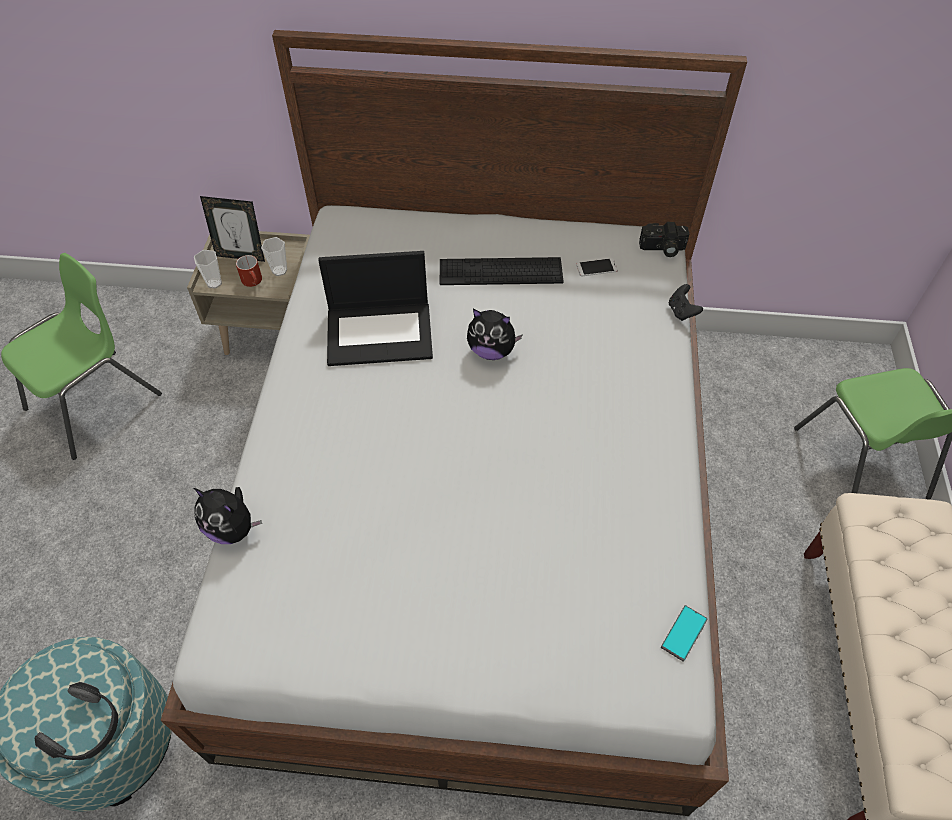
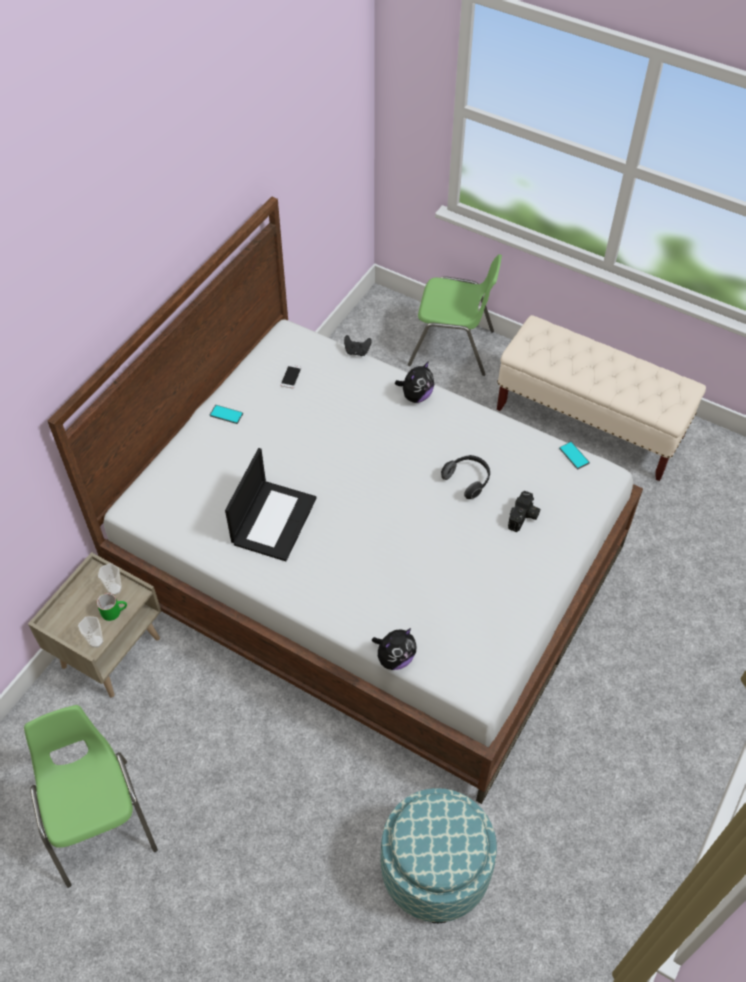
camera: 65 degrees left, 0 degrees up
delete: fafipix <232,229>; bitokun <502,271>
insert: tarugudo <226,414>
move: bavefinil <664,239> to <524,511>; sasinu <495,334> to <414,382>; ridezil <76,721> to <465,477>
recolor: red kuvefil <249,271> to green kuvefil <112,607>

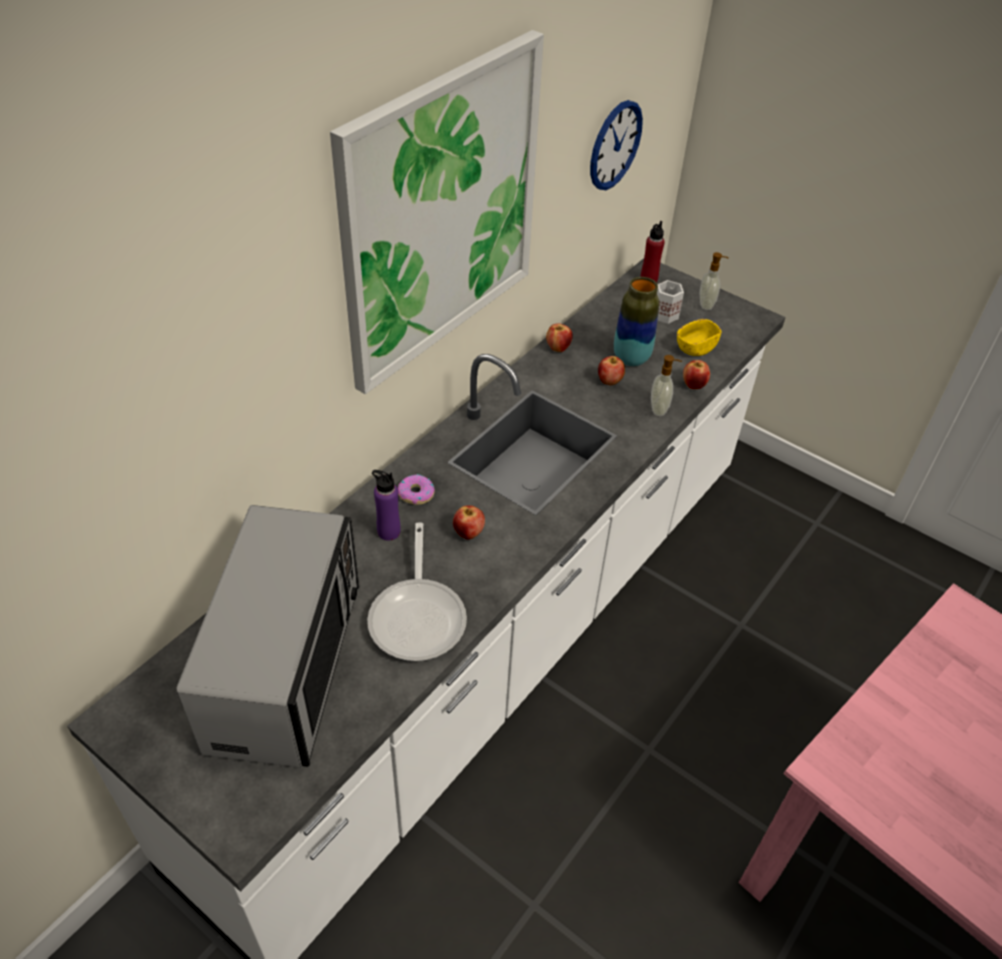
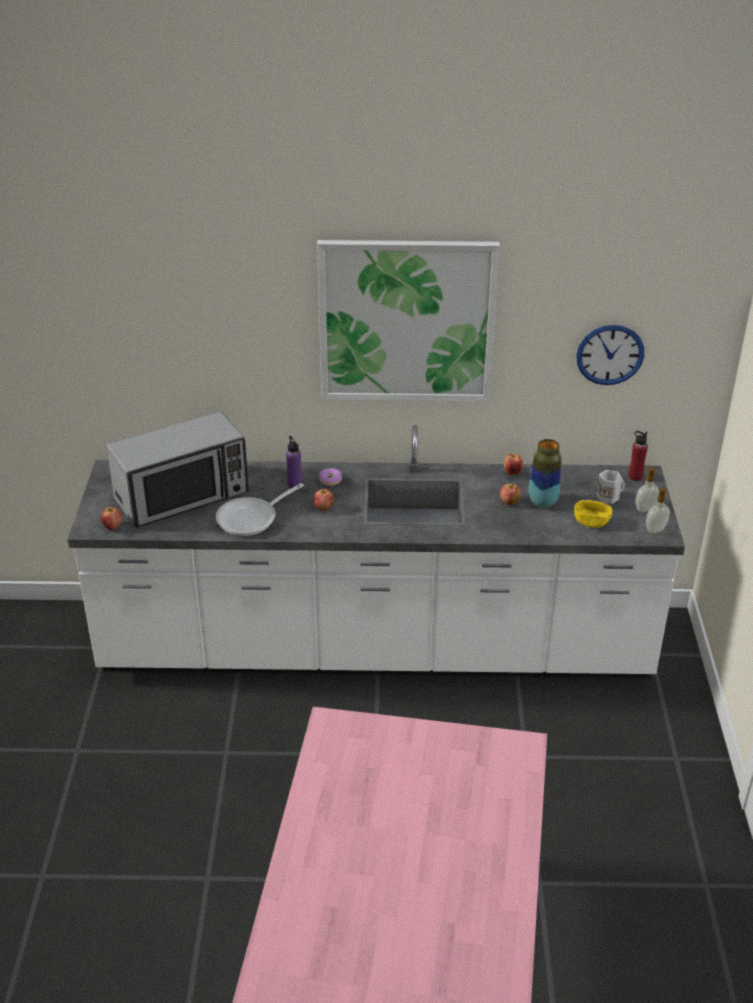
camera: 55 degrees right, 10 degrees down
move: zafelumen <666,385> to <658,510>; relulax <696,374> to <111,518>

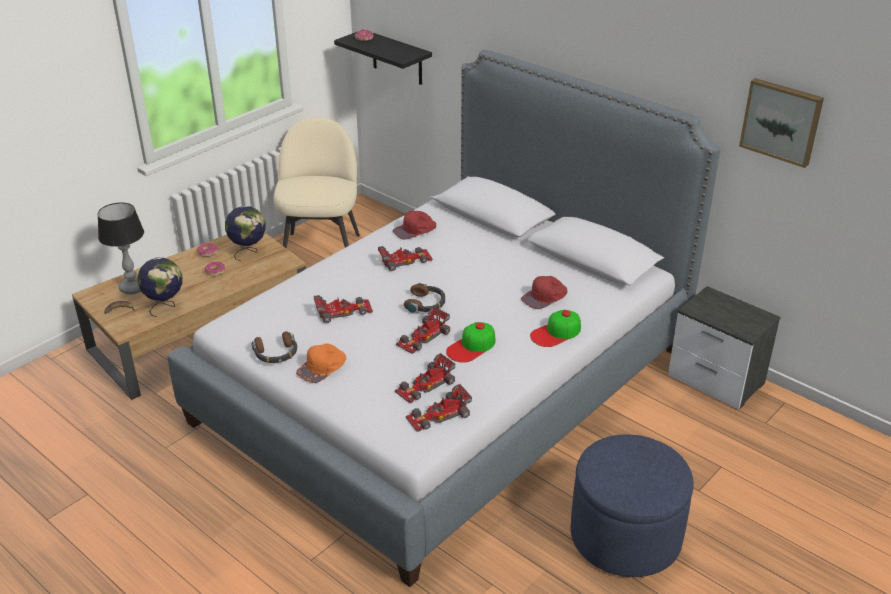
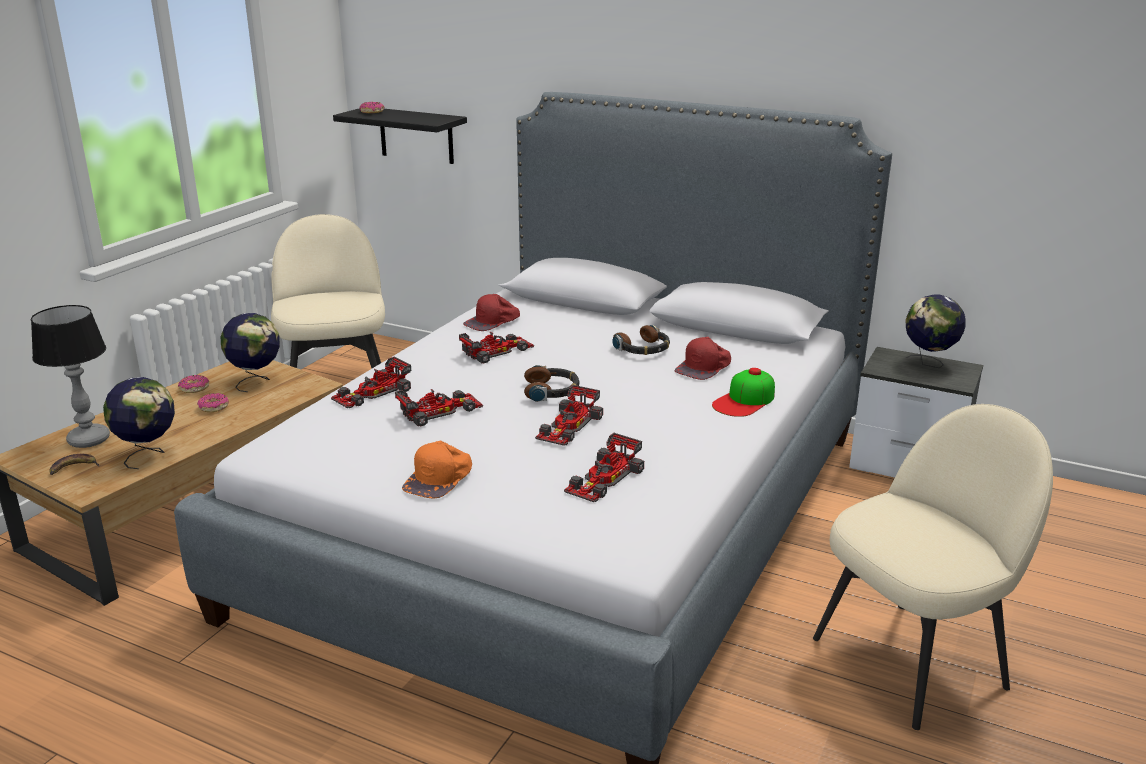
camera: 15 degrees left, 10 degrees down
delete: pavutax <781,123>; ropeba <470,342>
insert: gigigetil <935,331>
move: ridezil <274,347> to <641,340>; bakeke <439,408> to <371,382>
replace: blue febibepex <632,506> to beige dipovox <933,567>

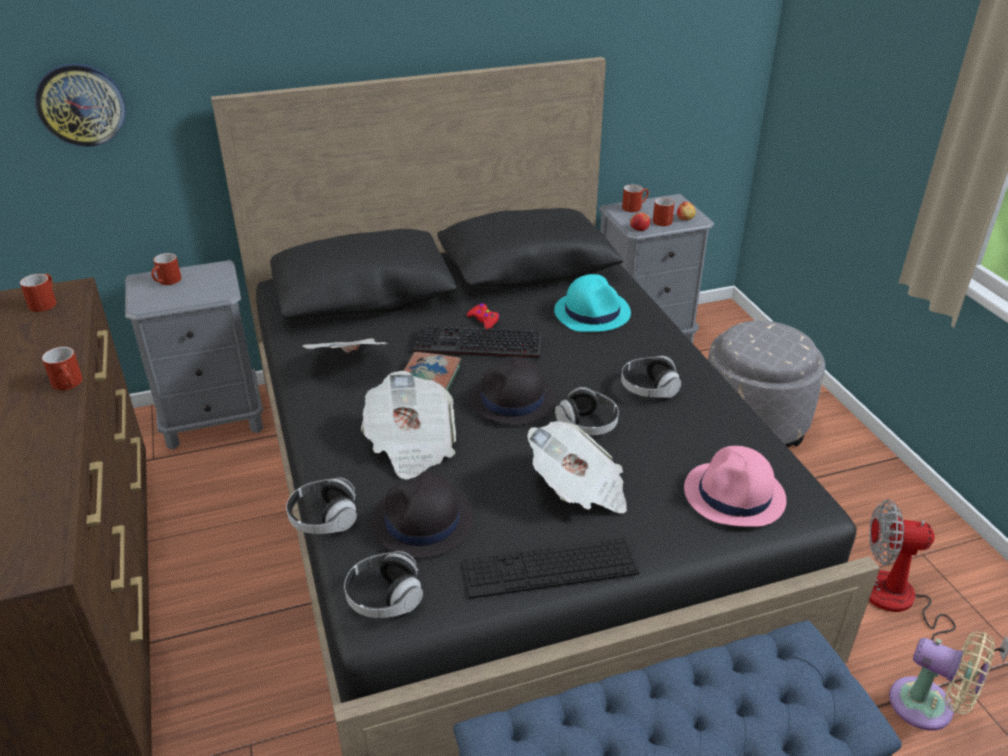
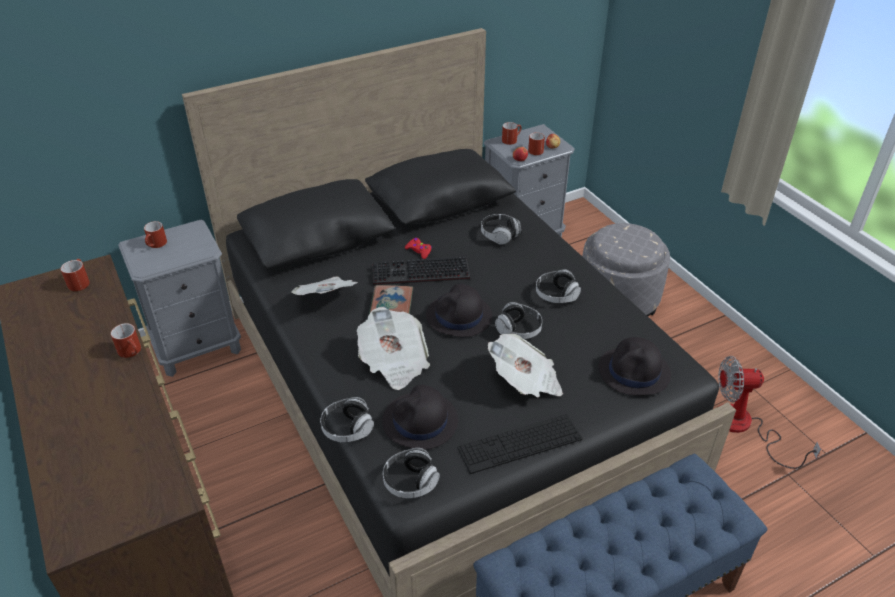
camera: 10 degrees left, 5 degrees up
delete: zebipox <80,105>; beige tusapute <942,681>
replace: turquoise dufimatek <592,303> to ridezil <501,229>
recolor: pink dufimatek <735,486> to black dufimatek <634,366>

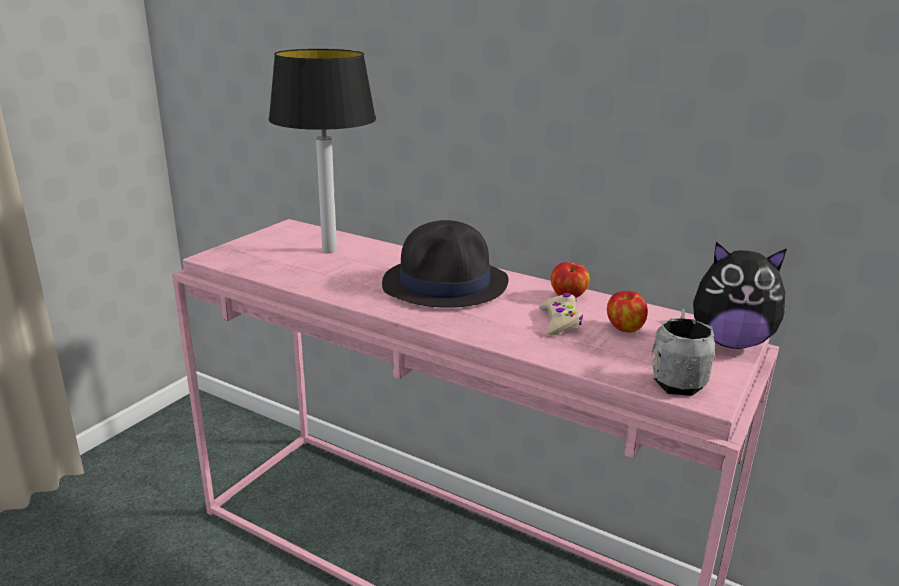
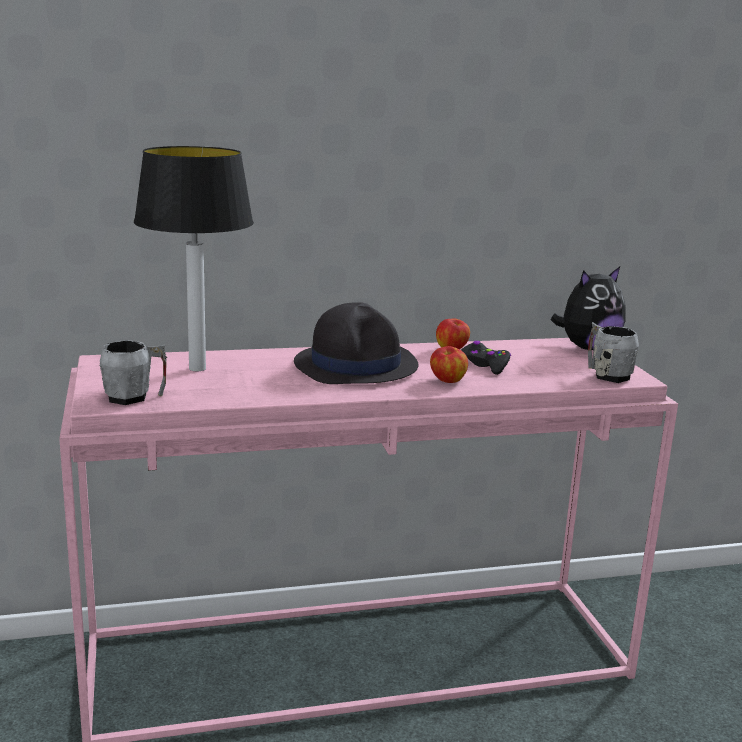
camera: 45 degrees left, 5 degrees down
insert: grey kuvefil <133,372>
move: relulax <627,312> to <449,364>
recolor: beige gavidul <561,314> to black gavidul <486,358>

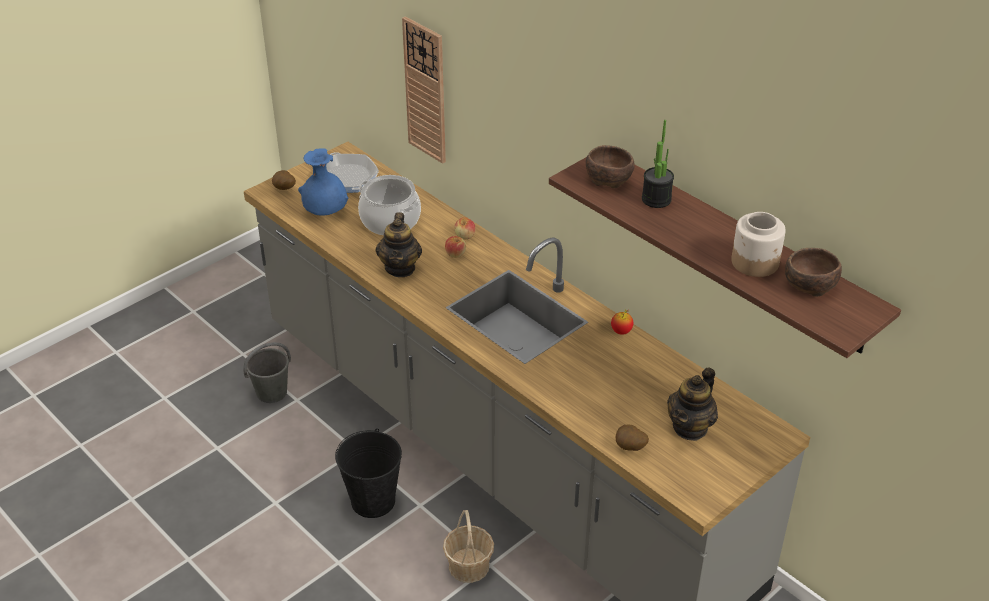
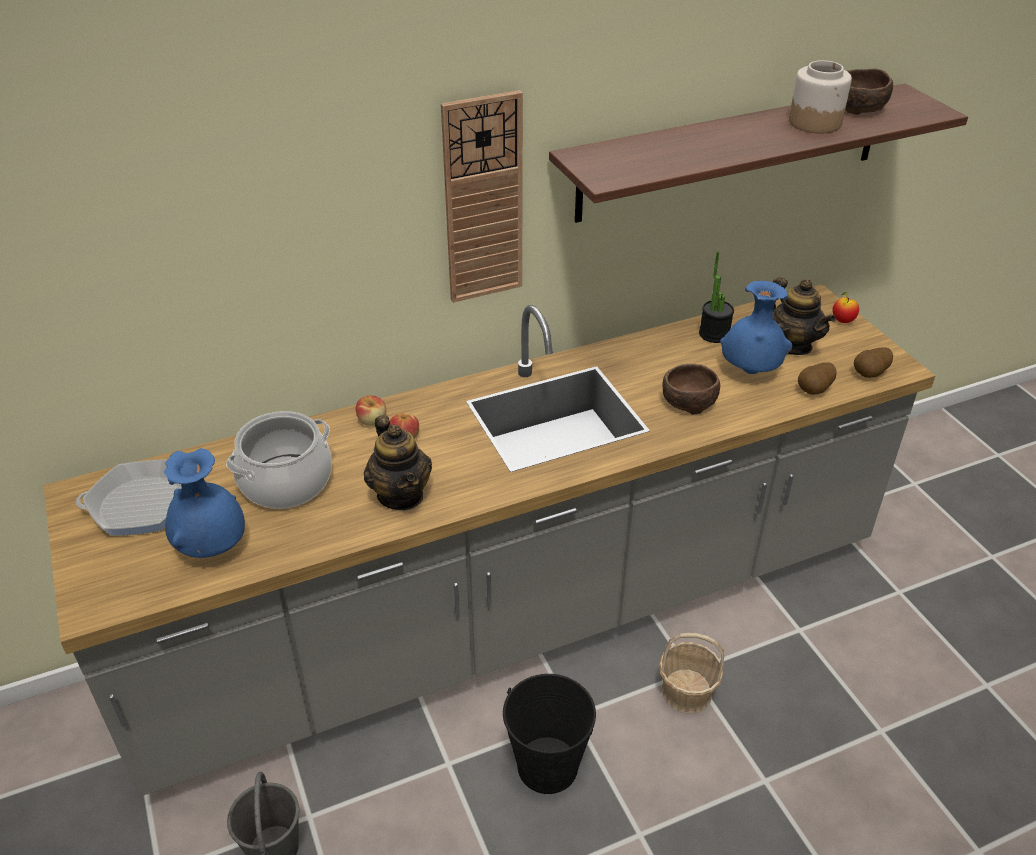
camera: 70 degrees left, 0 degrees up
insert: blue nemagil <756,327>
move: zebipox <424,90> to <482,196>; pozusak <658,164> to <716,297>; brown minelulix <610,166> to <691,389>; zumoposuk <284,180> to <873,363>; relulax <622,322> to <845,307>
rotate: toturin <399,244> = <398,462> 45 degrees clockwise

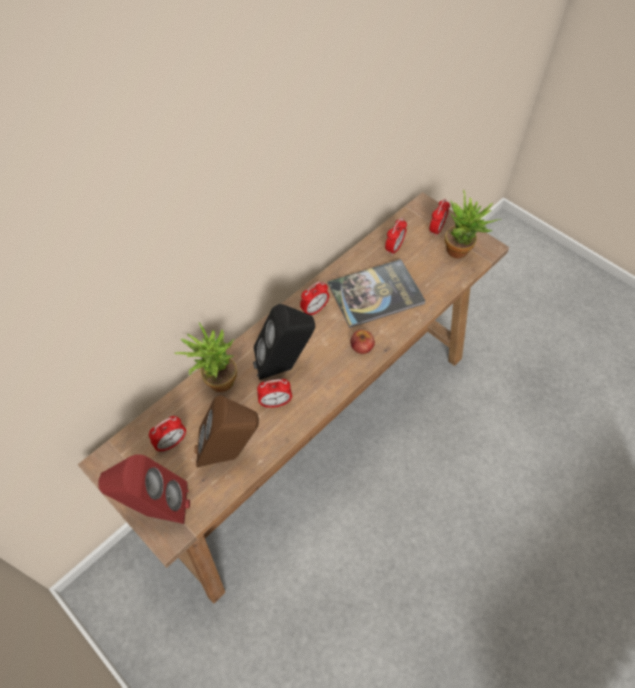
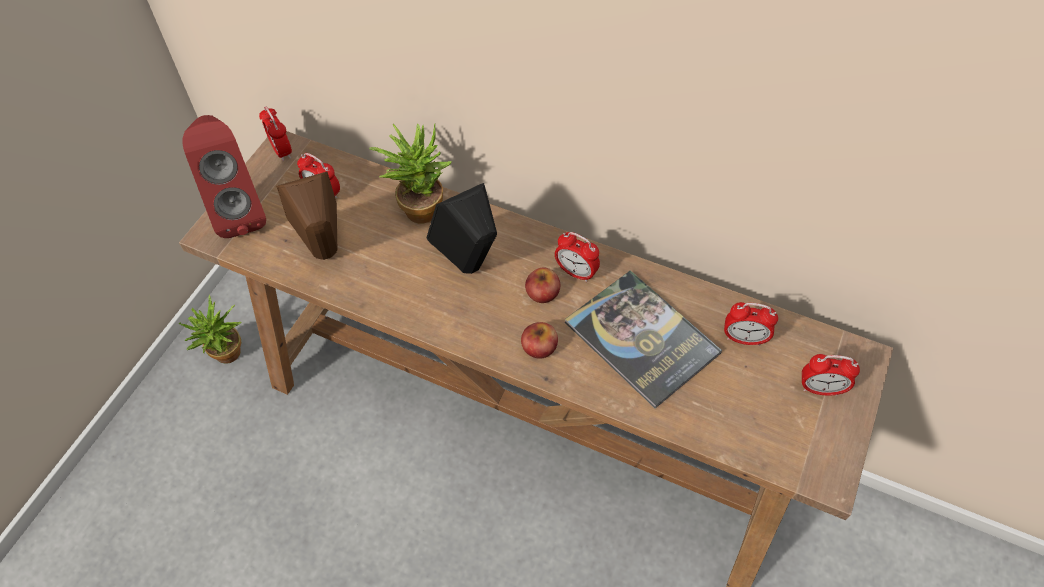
camera: 70 degrees right, 0 degrees up
insert: relulax <542,285>
move: pozusak <473,224> to <210,329>; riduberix <274,393> to <275,133>

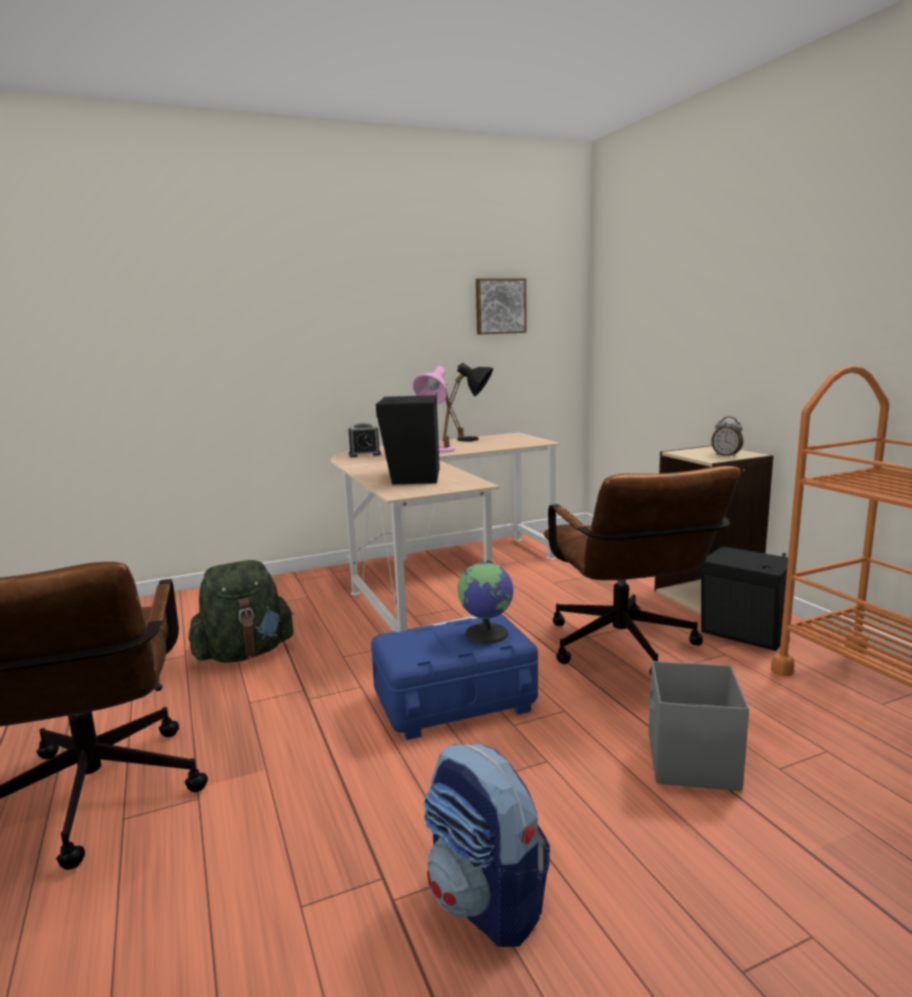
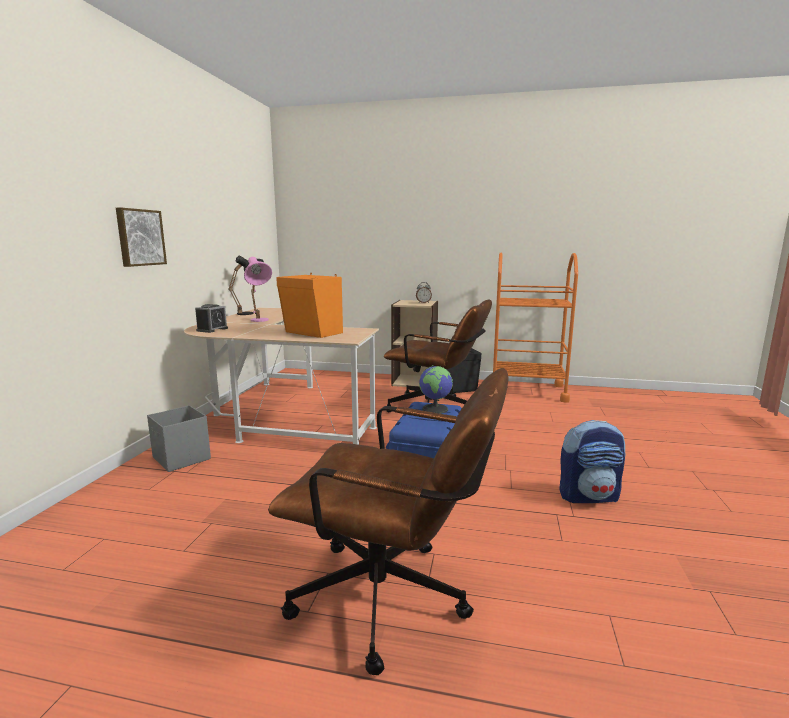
camera: 55 degrees left, 0 degrees up
delete: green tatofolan <241,611>
move: pavutax <501,306> to <141,237>; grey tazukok <699,726> to <179,438>
recolor: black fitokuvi <408,438> to orange fitokuvi <309,305>

